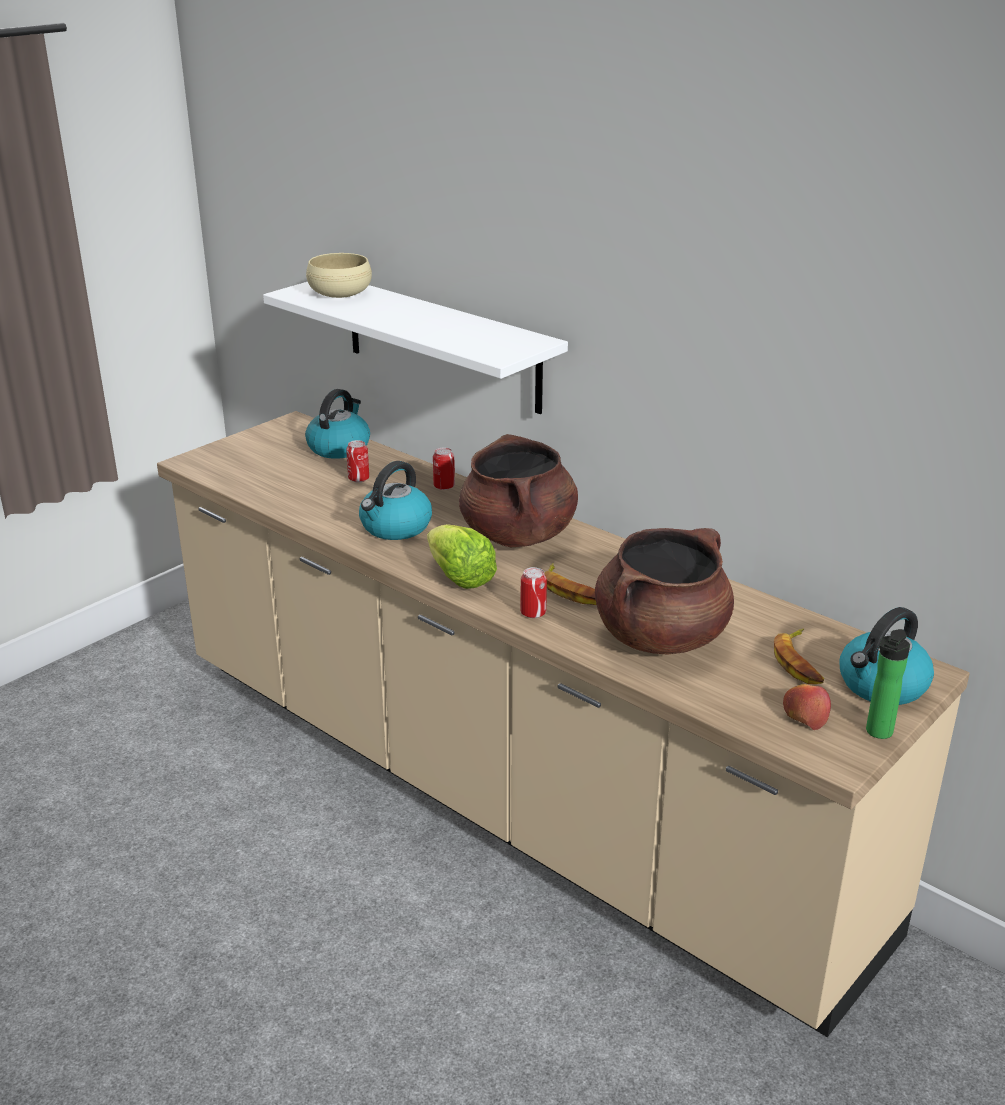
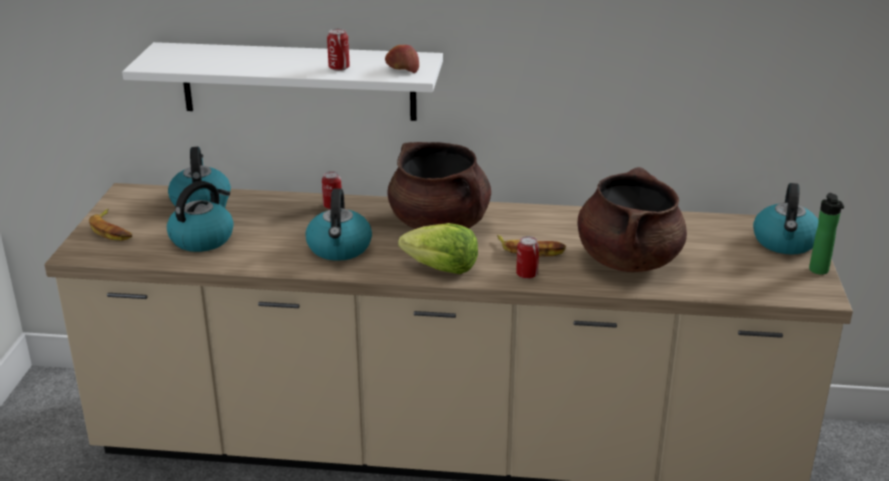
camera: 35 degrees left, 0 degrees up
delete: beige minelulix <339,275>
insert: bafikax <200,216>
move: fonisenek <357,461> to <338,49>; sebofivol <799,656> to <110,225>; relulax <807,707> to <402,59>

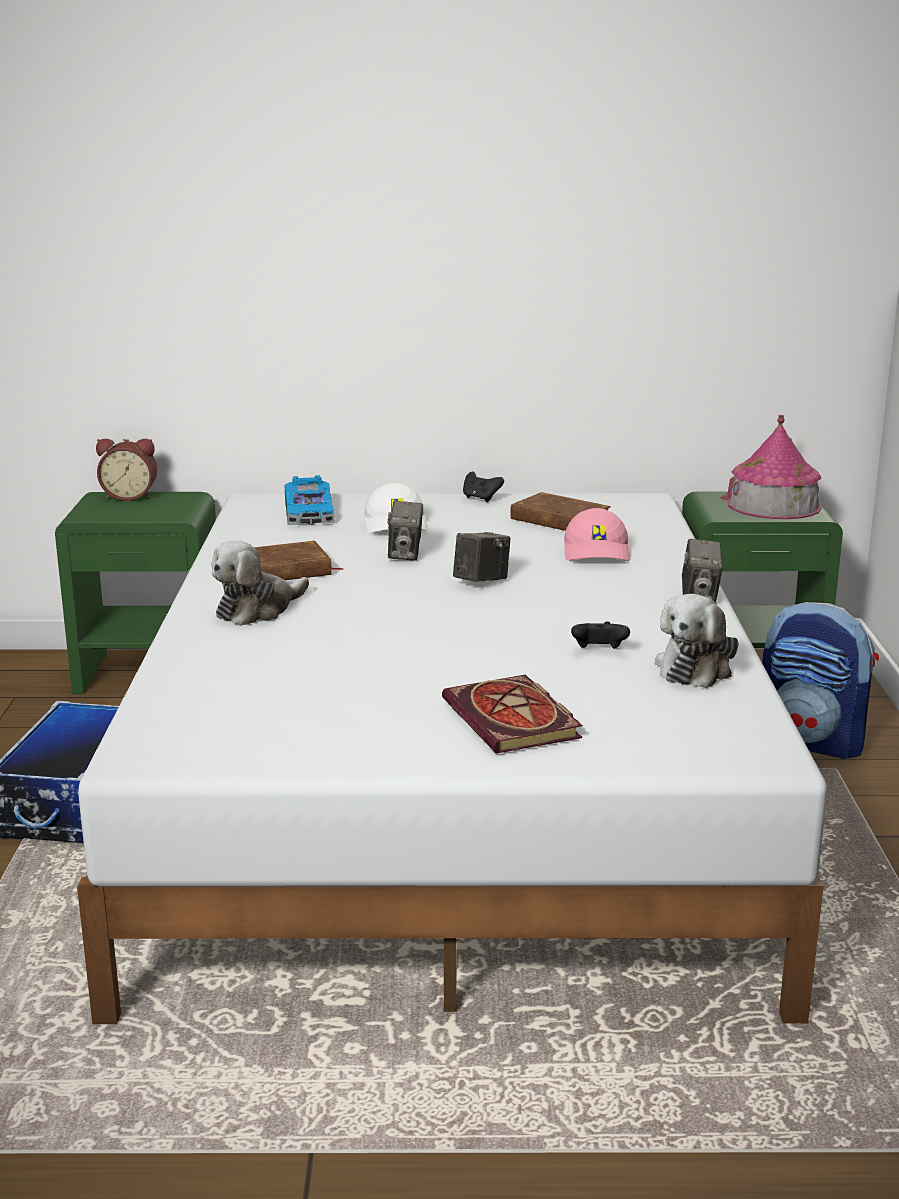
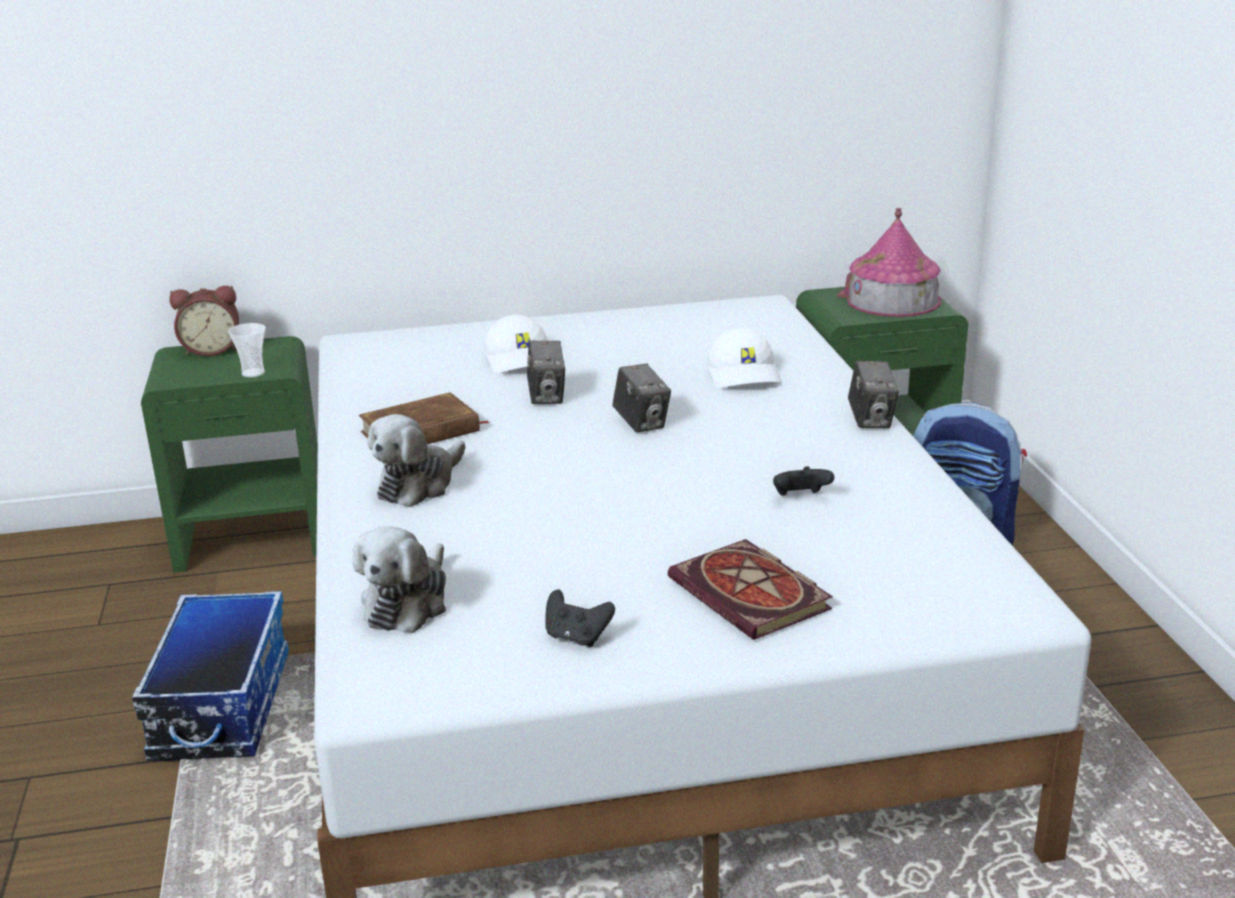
camera: 10 degrees left, 5 degrees up
delete: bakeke <310,500>; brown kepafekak <560,511>
insert: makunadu <247,350>
move: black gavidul <483,486> to <580,618>; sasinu <697,641> to <399,579>
recolor: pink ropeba <597,534> to white ropeba <744,358>
rotate: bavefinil <482,557> = <641,398> 120 degrees clockwise

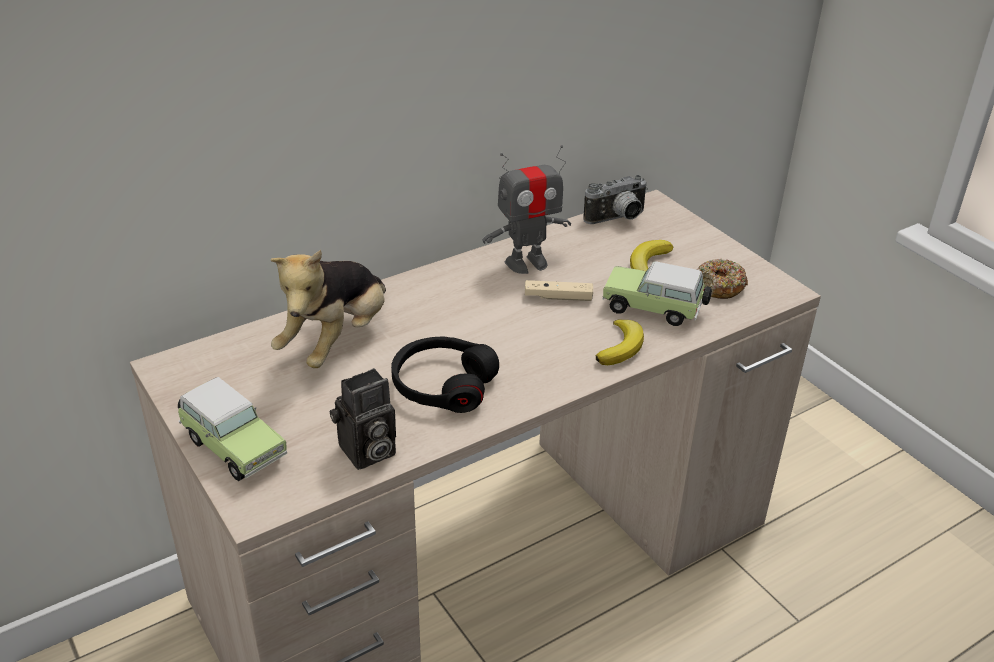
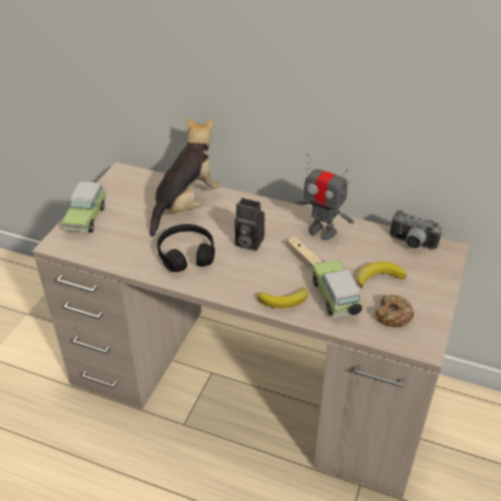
camera: 55 degrees right, 5 degrees up
move: bavefinil <362,419> to <250,224>
rotate: sasinu <328,309> = <186,177> 135 degrees clockwise

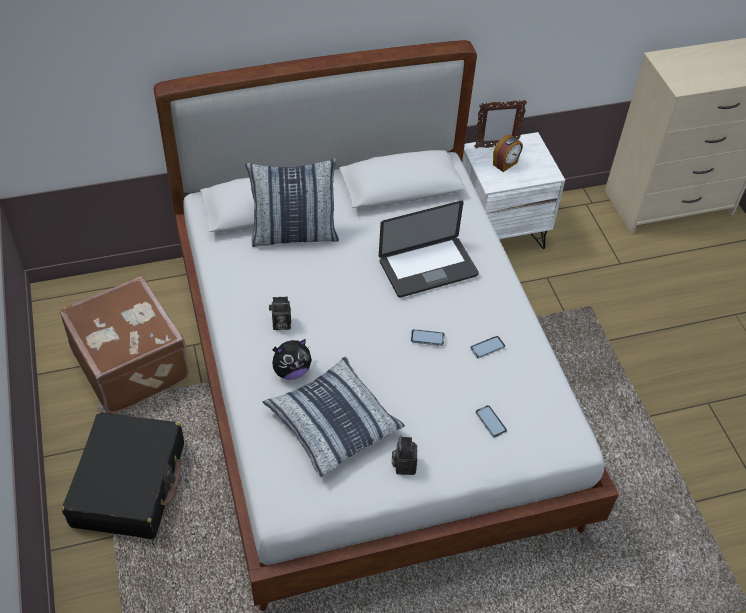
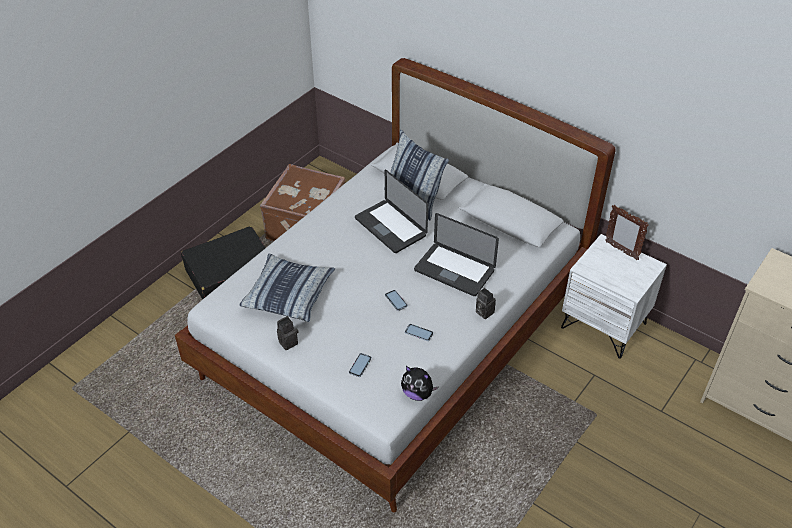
camera: 55 degrees right, 5 degrees down
delete: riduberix <508,153>
insert: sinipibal <391,211>
move: bavefinil <280,313> to <486,303>; sasinu <292,359> to <420,383>

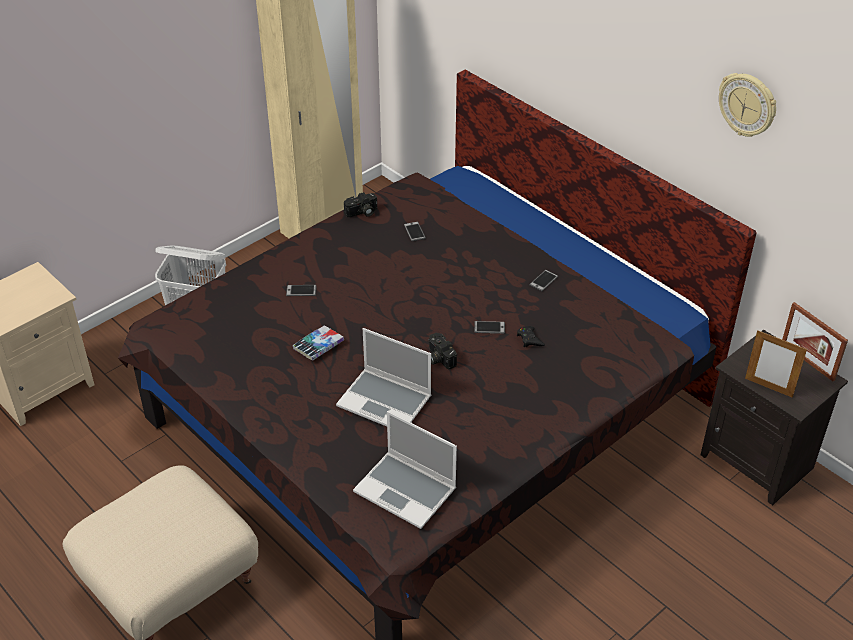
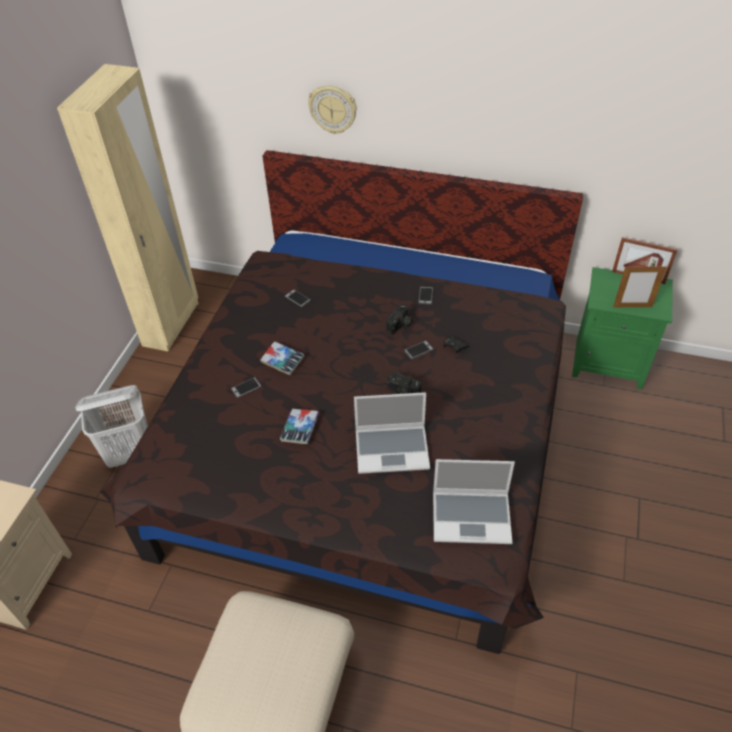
camera: 30 degrees left, 5 degrees up
insert: kepafekak <282,358>
move: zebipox <747,105> to <332,109>; bavefinil <360,204> to <399,319>
recolor: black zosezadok <774,417> to green zosezadok <622,328>

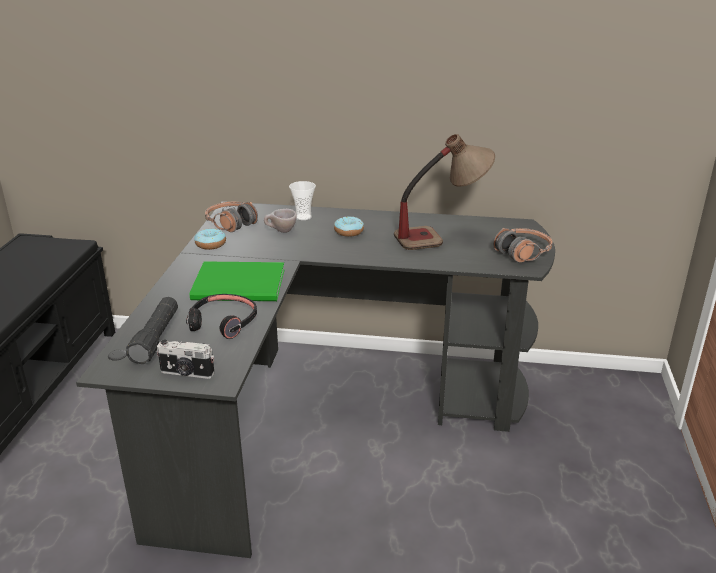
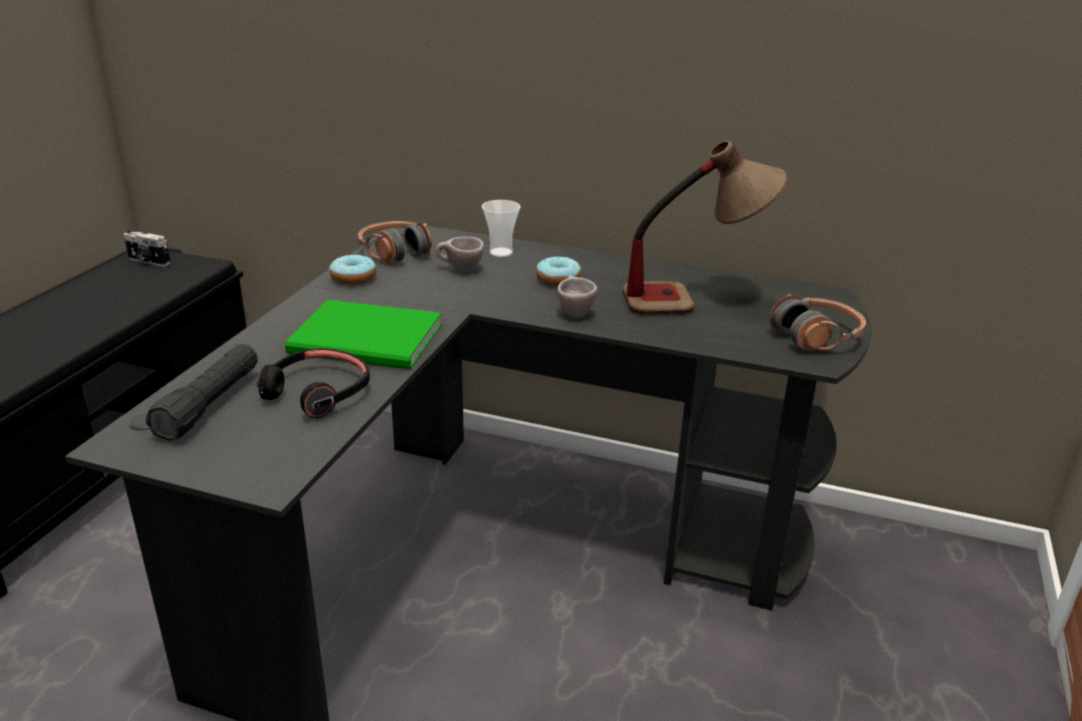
camera: 10 degrees right, 0 degrees up
insert: beige makunadu <577,296>
move: bavefinil <186,359> to <147,248>

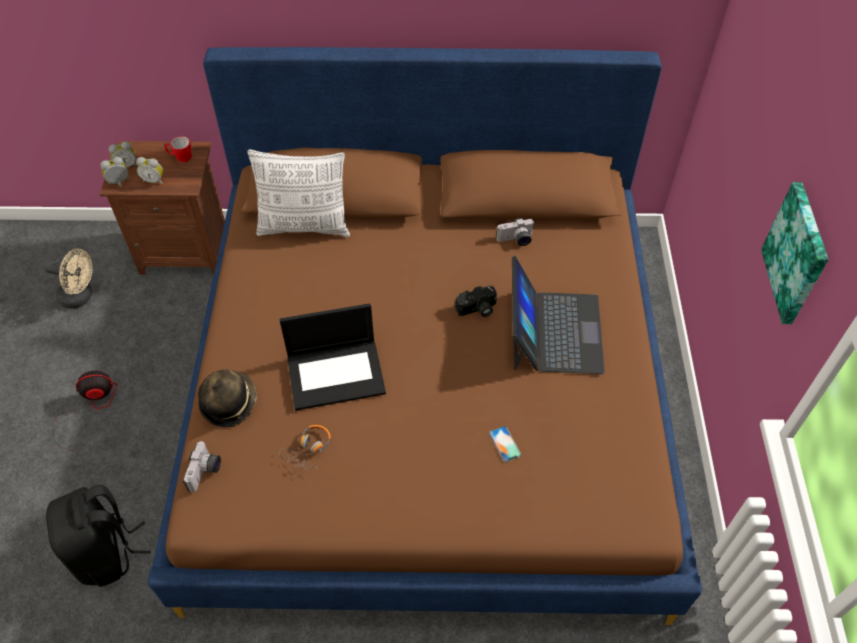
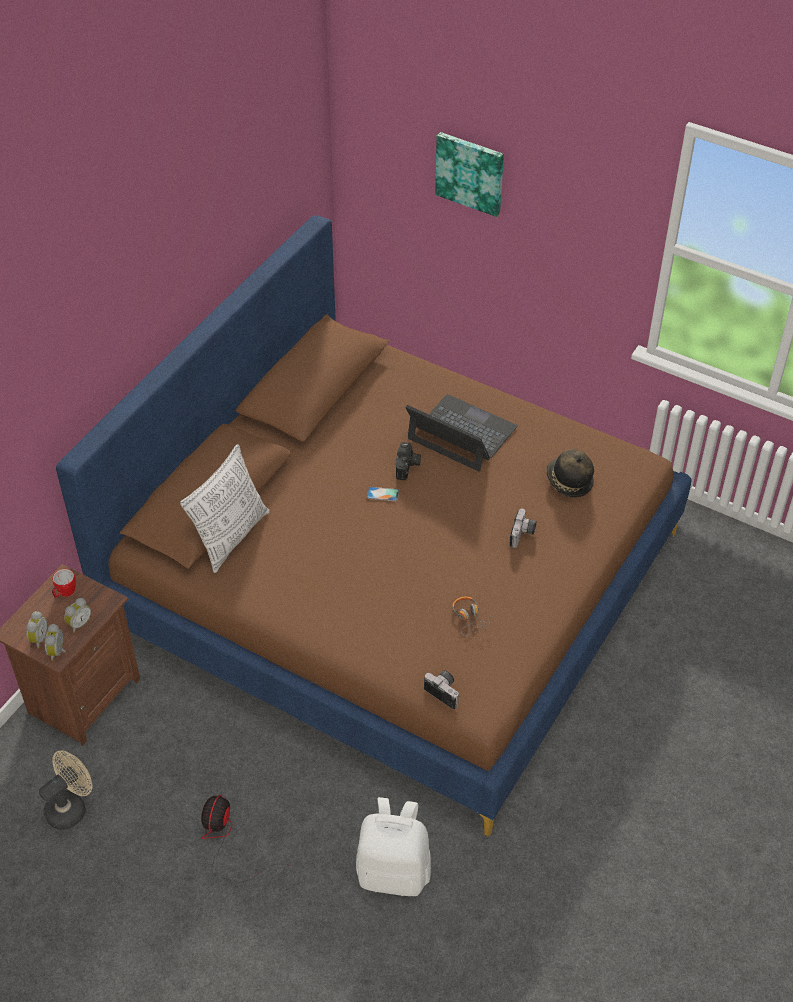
camera: 60 degrees left, 5 degrees down
delete: sinipibal <333,357>
move: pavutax <795,253> to <469,174>; bavefinil <515,232> to <523,528>; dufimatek <227,398> to <570,473>; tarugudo <505,444> to <383,494>
recolor: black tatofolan <98,535> to white tatofolan <393,846>

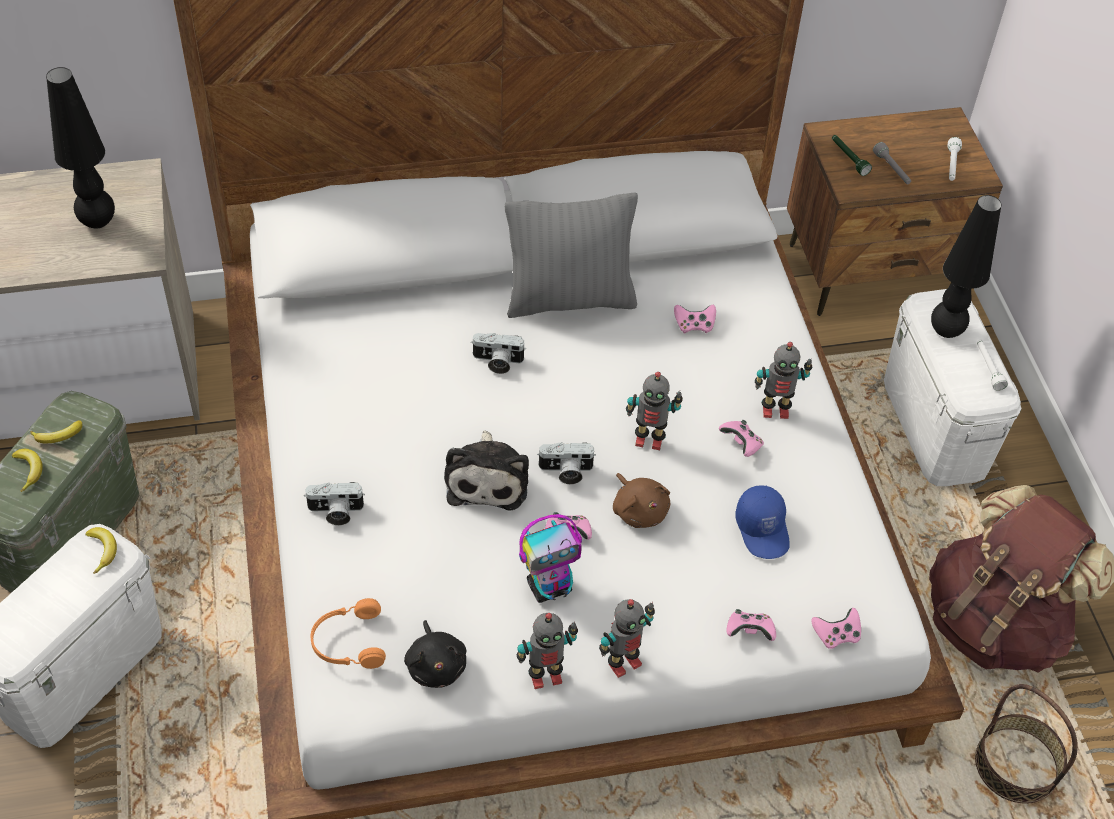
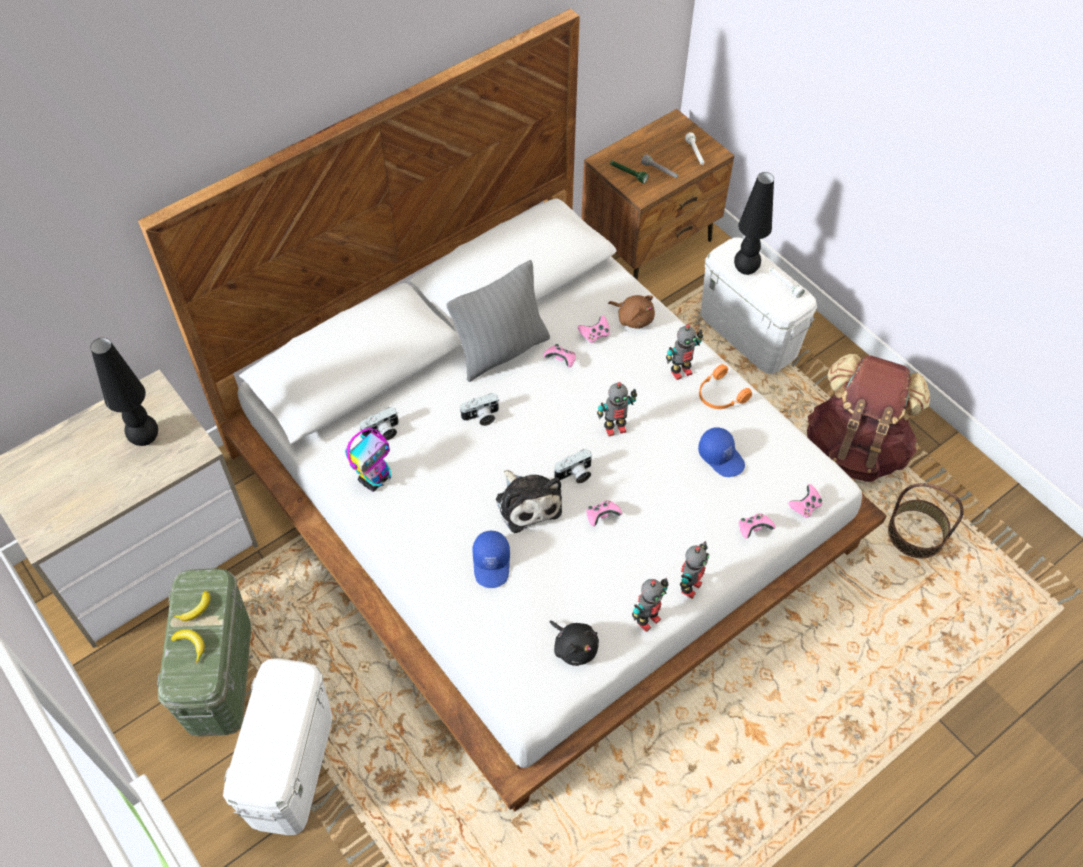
camera: 25 degrees left, 5 degrees up
delete: sebofivol <101,550>
insert: blue ropeba <491,559>
move: pink gavidul <741,438> to <559,355>; brown sasinu <641,500> to <631,312>; bavefinil <334,503> to <379,424>; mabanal <550,558> to <368,460>; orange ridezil <348,633> to <725,386>

